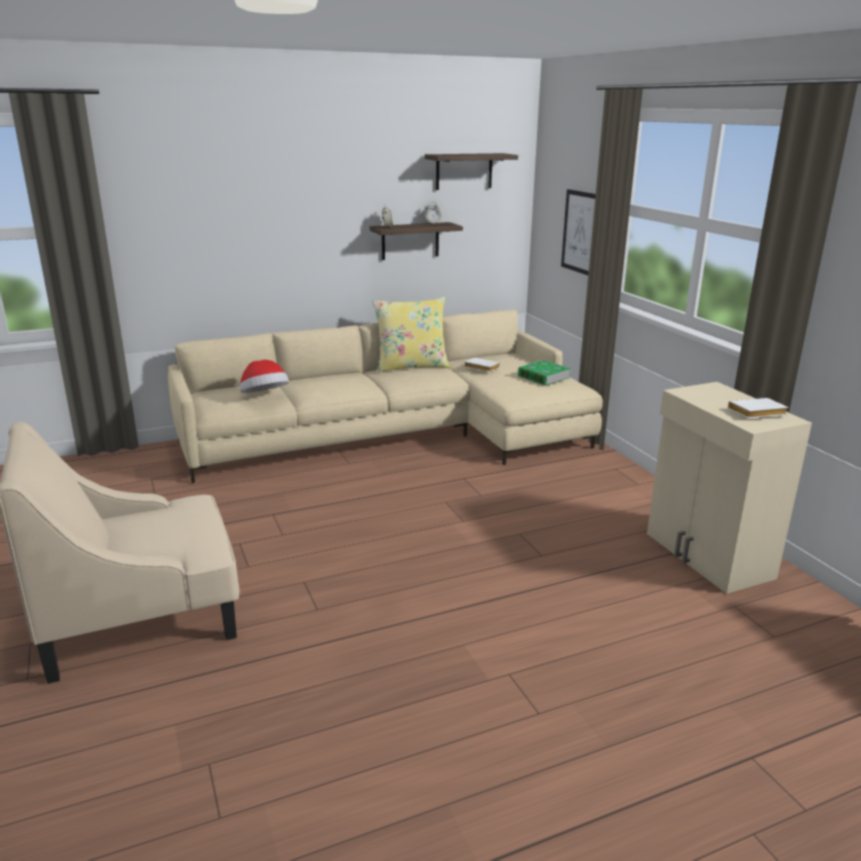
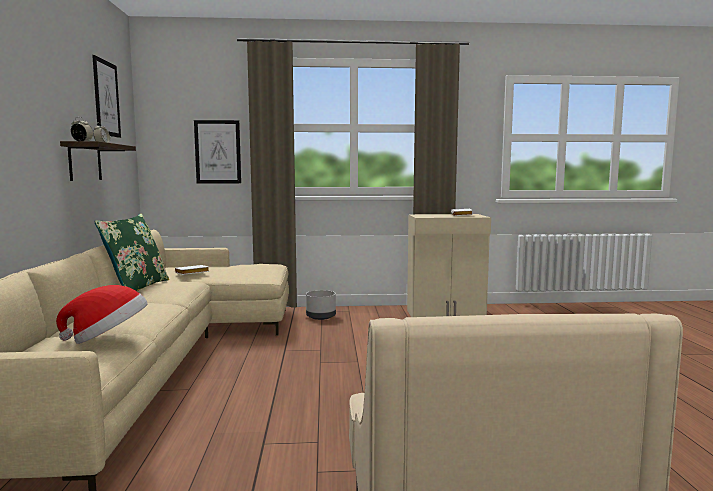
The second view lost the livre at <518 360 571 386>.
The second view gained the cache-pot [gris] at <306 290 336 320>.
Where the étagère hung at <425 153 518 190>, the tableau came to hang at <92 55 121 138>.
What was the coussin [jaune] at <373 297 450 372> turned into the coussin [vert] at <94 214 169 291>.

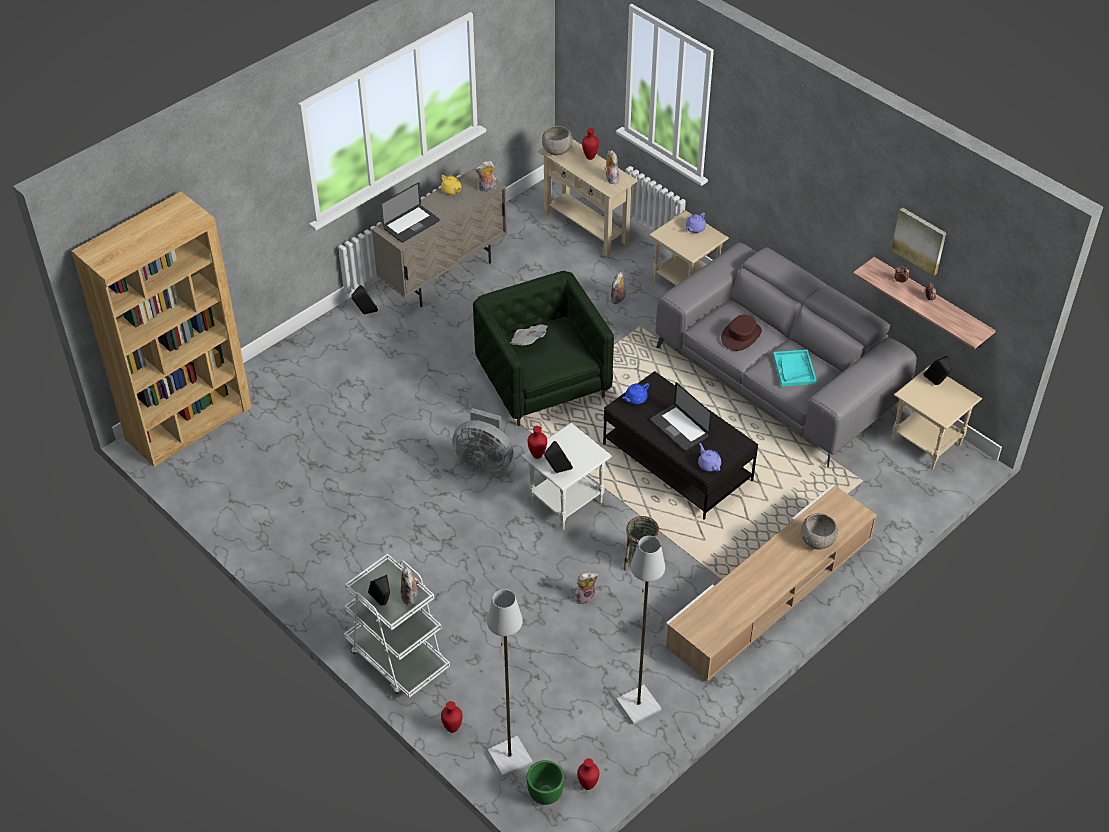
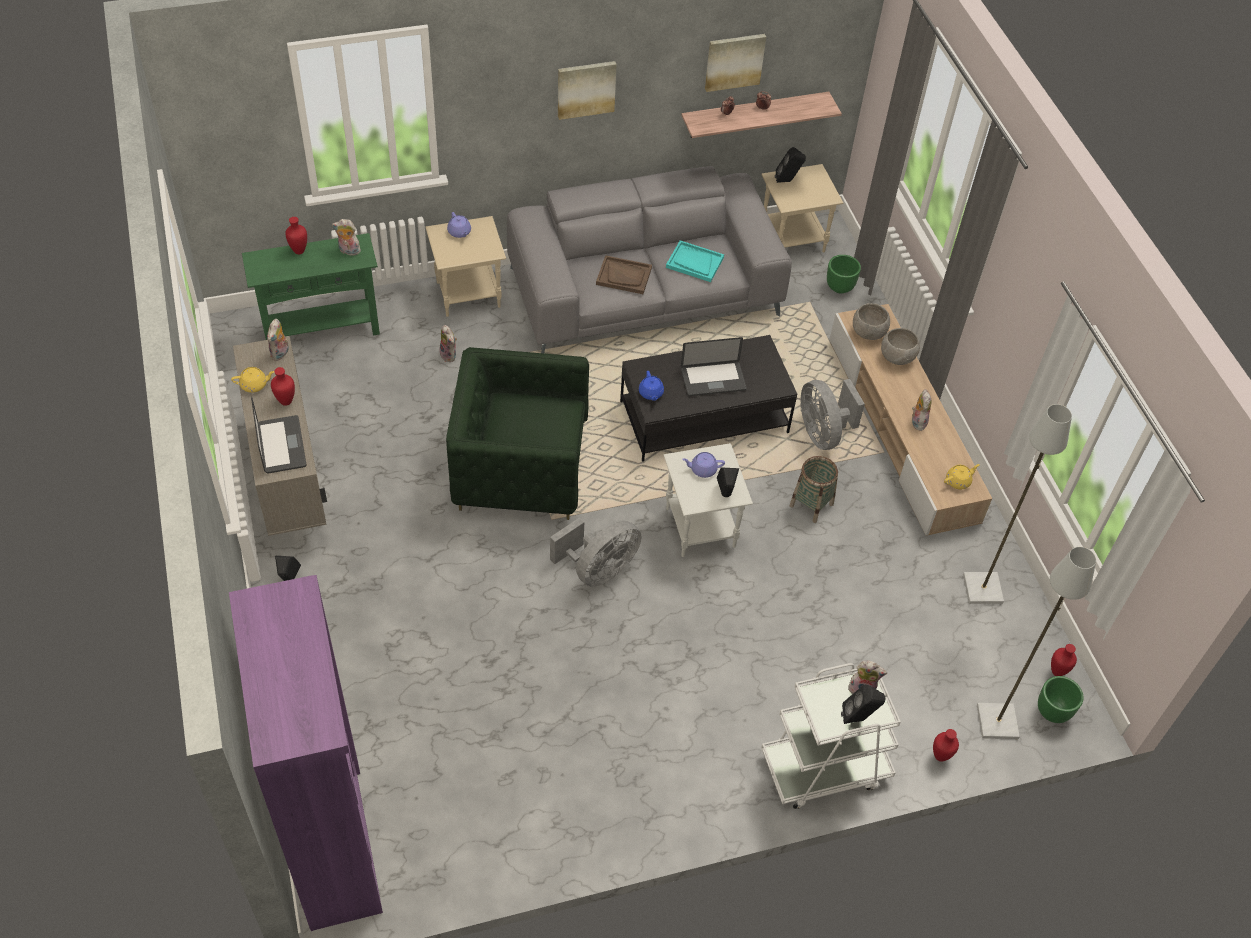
The second view lost the journal at <510 324 548 346>.
The second view gained the tableau at <558 61 617 120>.
The second view gained the ventilateur [gris] at <800 379 865 450>.
The second view gained the cache-pot [vert] at <827 255 861 293>.
The second view gained the théière [jaune] at <944 464 980 489>.
The vase [rouge] ended up elsewhere, having gone from <528 426 547 459> to <271 367 295 406>.
The bol [gris] ended up elsewhere, having gone from <542 126 572 155> to <853 303 890 340>.
The peluche ended up elsewhere, having gone from <575 572 598 605> to <912 389 931 431>.
The théière [violet] ended up elsewhere, having gone from <698 443 721 472> to <682 452 725 478>.
Where the chapeau [marron] stood at <721 315 762 351>, the plateau [marron] came to stand at <596 255 652 294>.
What was the bibliothèque [marron] at <71 192 252 467> turned into the bibliothèque [violet] at <229 575 383 931>.
What was the table console [beige] at <538 139 638 257> turned into the table console [vert] at <242 233 380 340>.

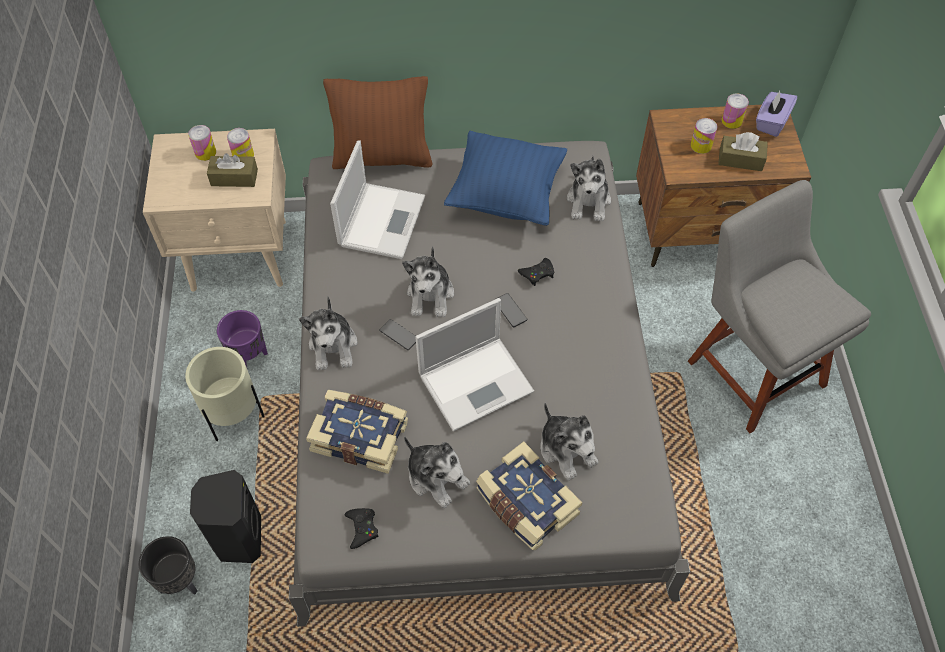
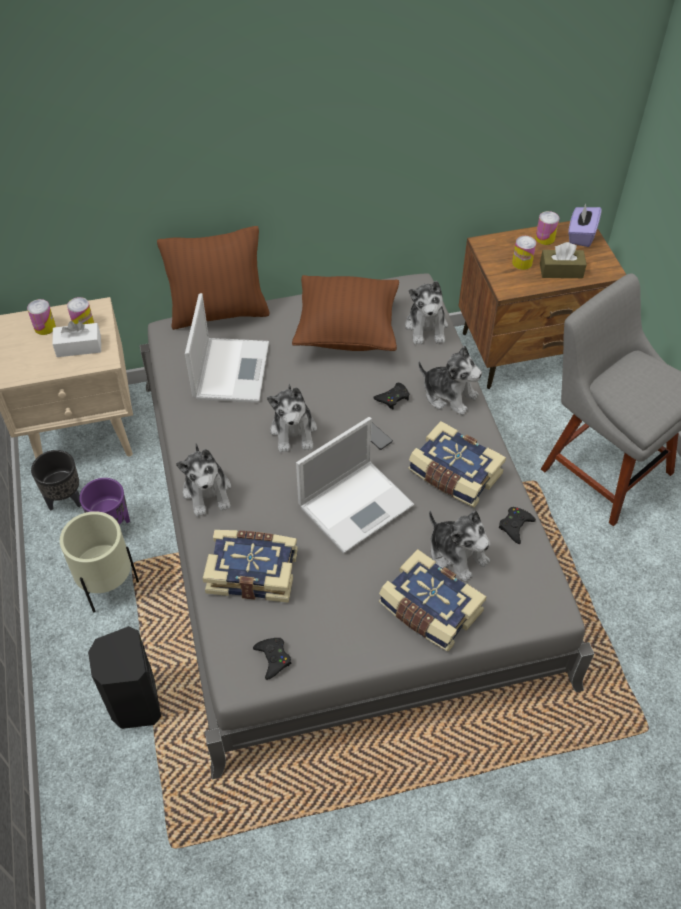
The second view lost the téléphone at <379 319 416 350>.
The second view gained the livre at <408 421 506 508>.
The second view gained the manette [noir] at <499 507 536 544>.
The cache-pot [noir] ended up elsewhere, having gone from <139 536 198 595> to <31 450 81 511>.
The peluche ended up elsewhere, having gone from <404 436 470 508> to <418 345 482 415>.
What was the boîte à mouchoirs [marron] at <207 153 258 187> turned into the boîte à mouchoirs [blanc] at <52 321 101 357>.
What was the coussin [bleu] at <444 131 567 226> turned into the coussin [marron] at <292 275 399 351>.

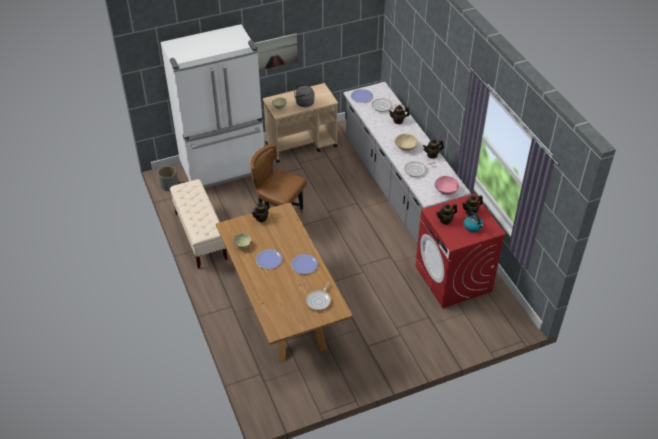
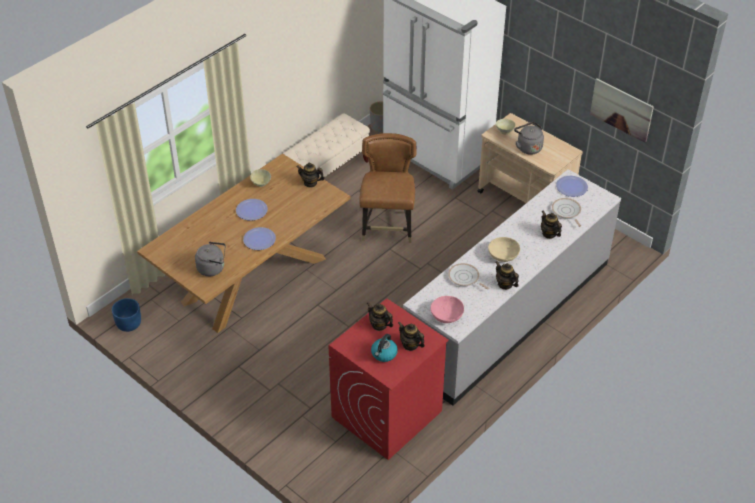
The second view gained the cache-pot [bleu] at <112 298 141 332>.
The tableau ended up elsewhere, having gone from <255 33 298 70> to <590 78 654 143>.
Where the poêle stood at <306 281 331 310>, the bouilloire [gris] came to stand at <195 242 226 276>.

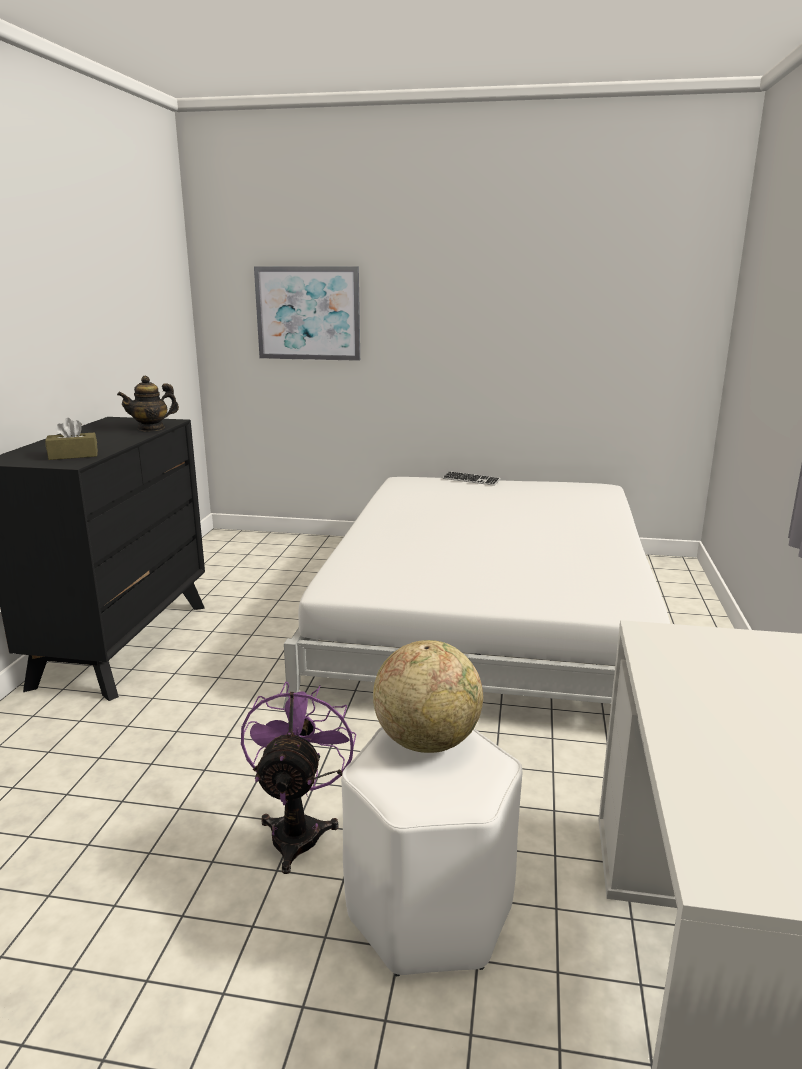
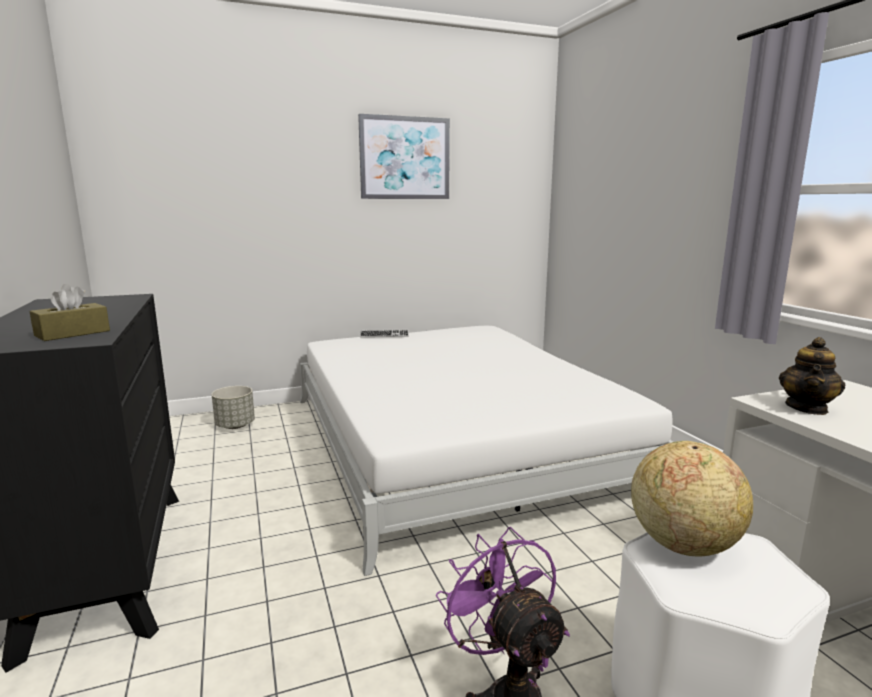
The second view gained the cache-pot [gris] at <212 386 255 429>.
The théière ended up elsewhere, having gone from <117 376 179 431> to <779 337 846 415>.
The tableau ended up elsewhere, having gone from <254 266 360 361> to <358 114 450 199>.

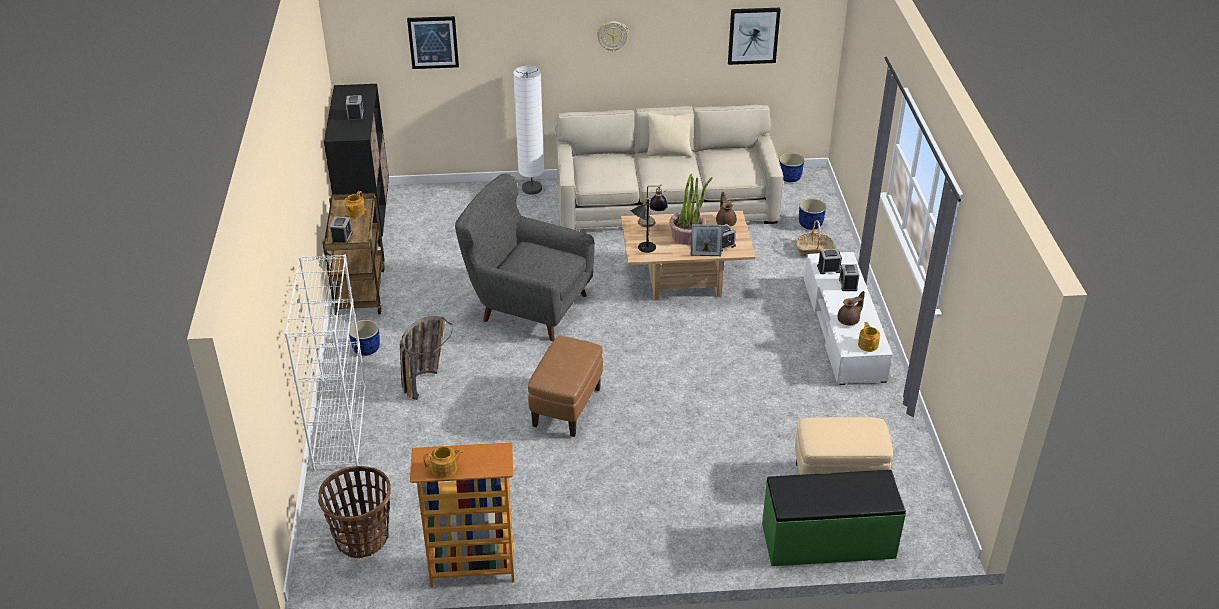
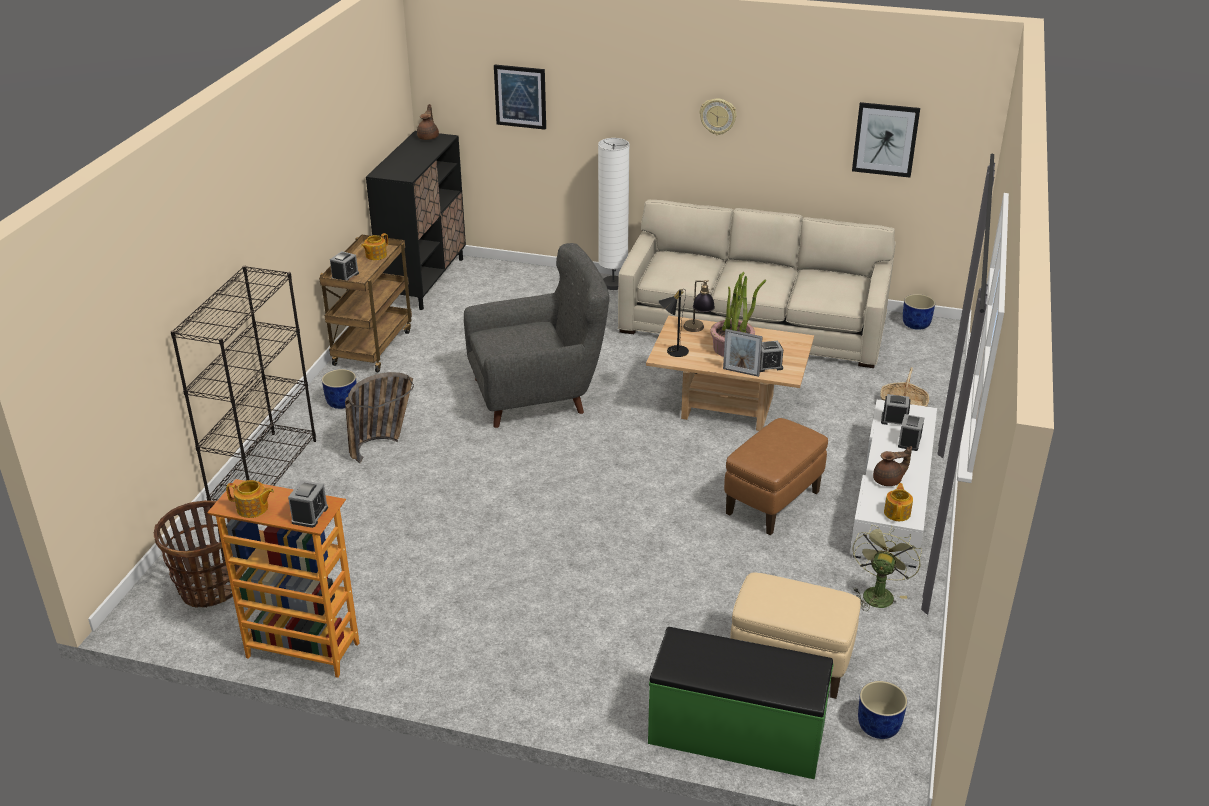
The second view lost the coussin [beige] at <647 113 694 157>.
The second view gained the ventilateur [vert] at <852 525 922 611>.
The réveil ended up elsewhere, having gone from <346 95 364 121> to <288 480 328 528>.
The pouf [marron] ended up elsewhere, having gone from <528 336 603 437> to <724 418 828 535>.
The théière [marron] ended up elsewhere, having gone from <716 192 737 226> to <417 104 439 140>.
The cache-pot [bleu] ended up elsewhere, having gone from <799 199 826 230> to <858 681 907 739>.
What was the bibliothèque [blanc] at <284 254 367 471> turned into the bibliothèque [noir] at <171 266 316 508>.
The fauteuil [gris] at <455 174 595 341> ended up facing another way, 120 degrees clockwise from before.

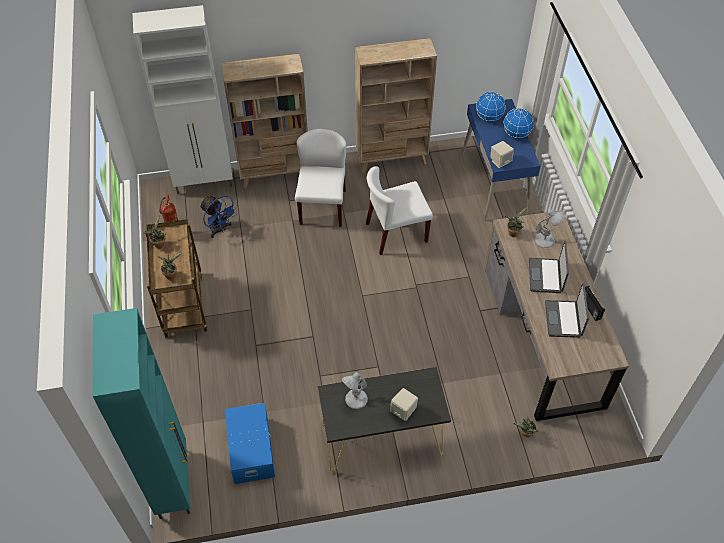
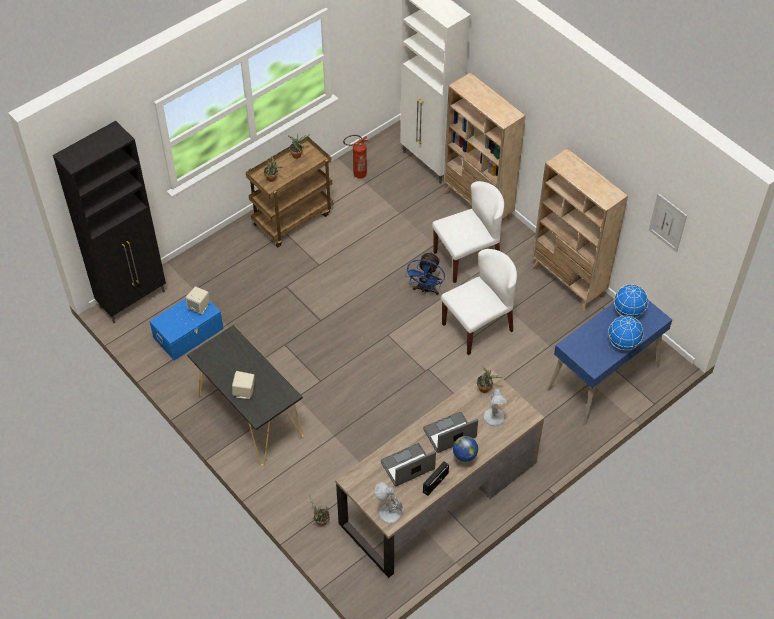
The second view gained the globe at <453 436 478 463>.
The second view gained the tableau at <649 193 687 252>.
The ventilateur [bleu] ended up elsewhere, having gone from <200 196 238 238> to <405 252 445 295>.
The lampe de table [blanc] ended up elsewhere, having gone from <342 372 368 409> to <375 482 403 523>.
The enceinte [beige] ended up elsewhere, having gone from <490 141 514 168> to <186 286 210 314>.
What was the meuble de rangement [turquoise] at <93 308 190 519> turned into the meuble de rangement [noir] at <53 121 166 323>.
The chaise [blanc] at <366 166 433 255> ended up facing another way, 105 degrees clockwise from before.

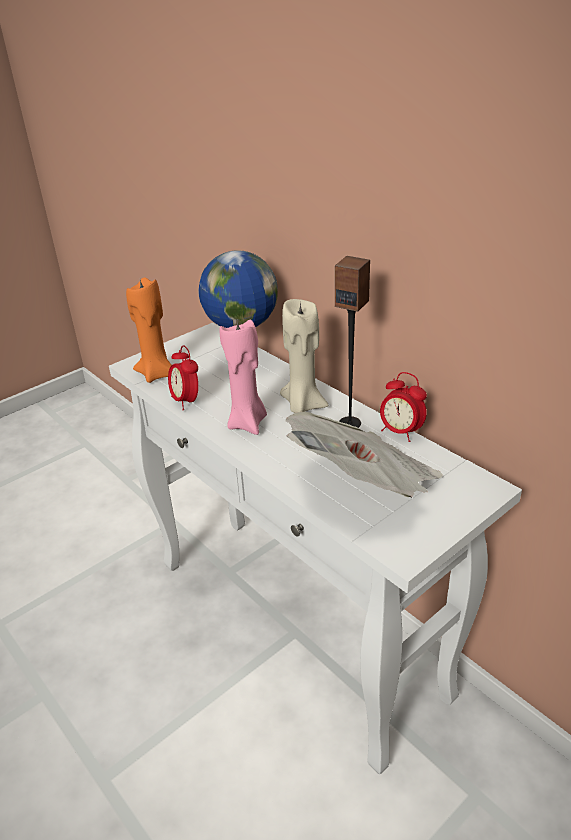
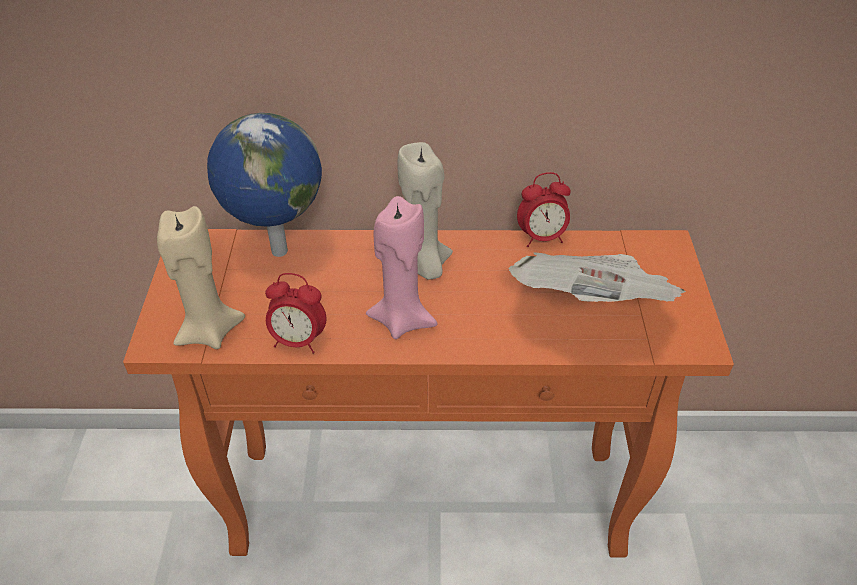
The second view lost the enceinte at <335 256 370 428>.
What was the table console [blanc] at <109 323 522 774> turned into the table console [orange] at <123 229 734 558>.
What was the bougie [orange] at <126 277 172 383> turned into the bougie [beige] at <157 206 245 349>.

